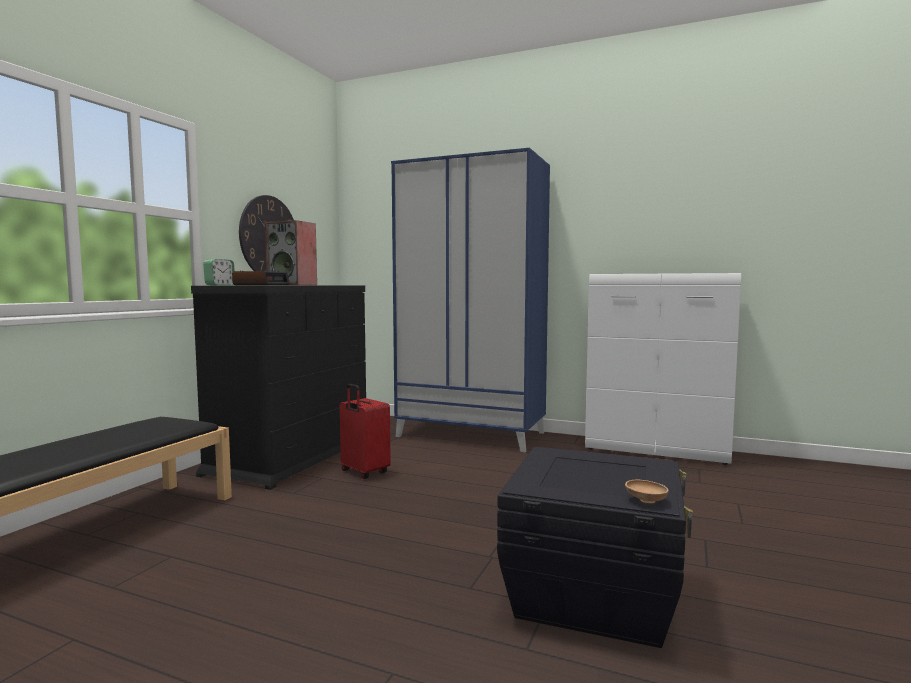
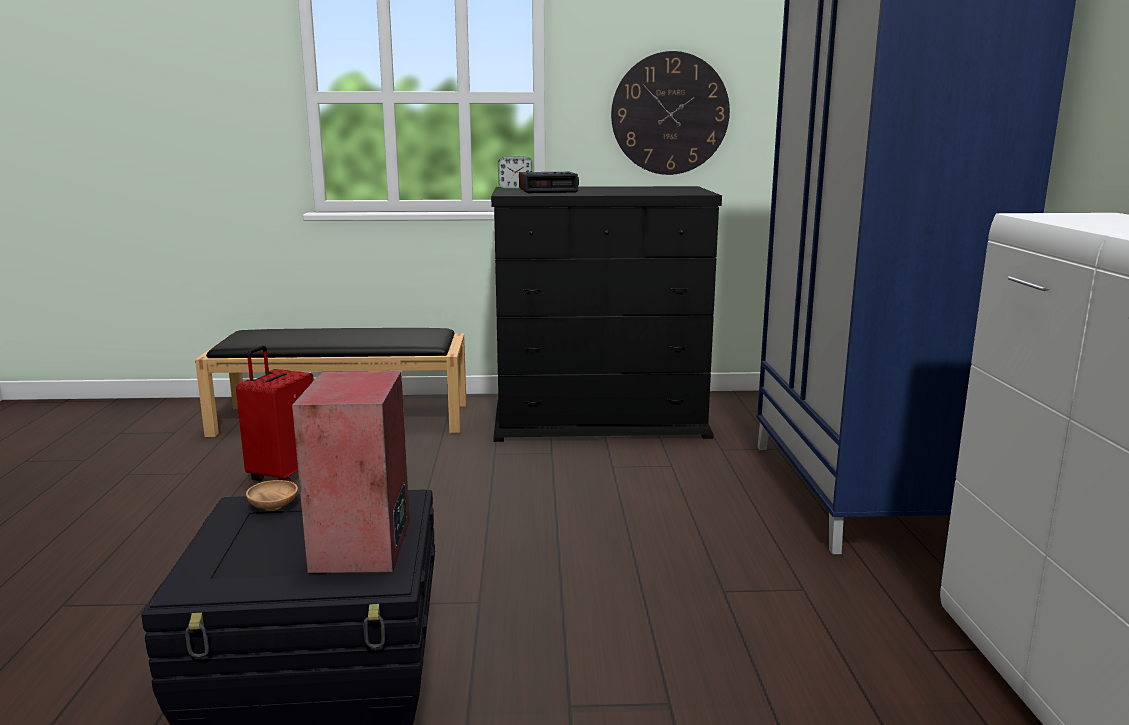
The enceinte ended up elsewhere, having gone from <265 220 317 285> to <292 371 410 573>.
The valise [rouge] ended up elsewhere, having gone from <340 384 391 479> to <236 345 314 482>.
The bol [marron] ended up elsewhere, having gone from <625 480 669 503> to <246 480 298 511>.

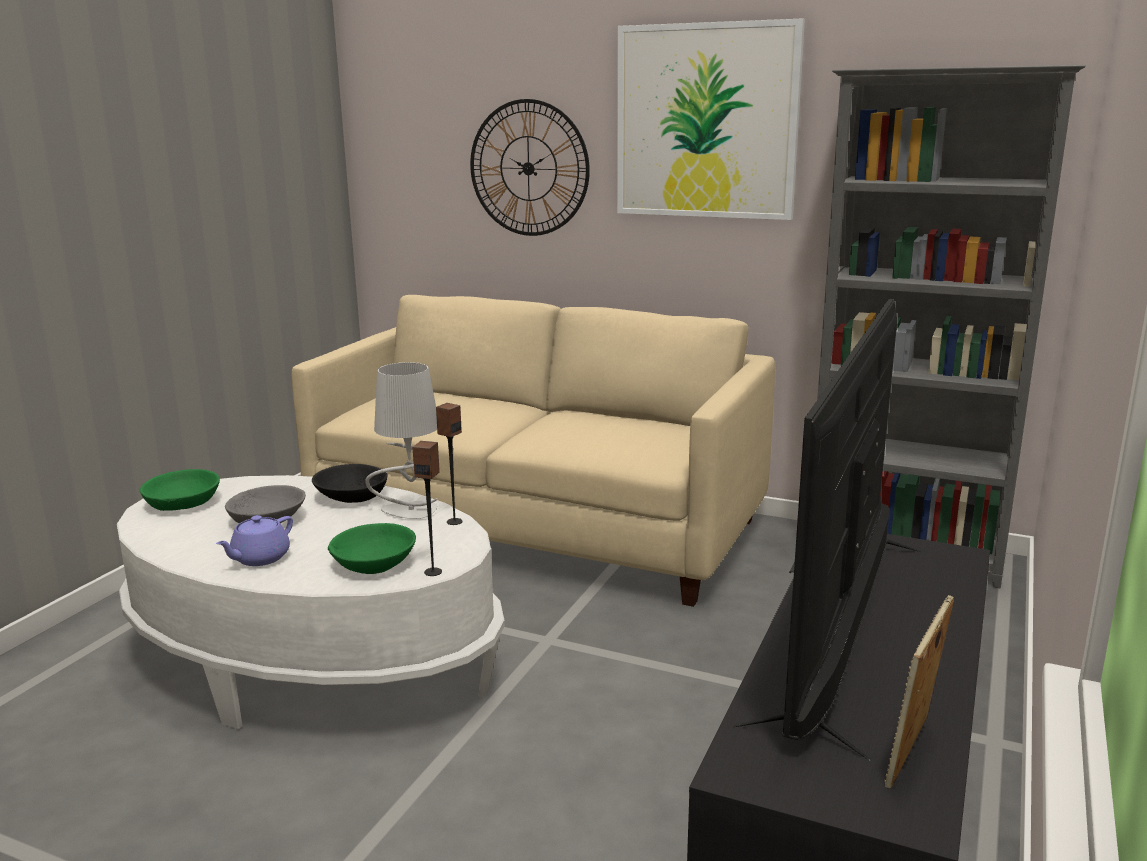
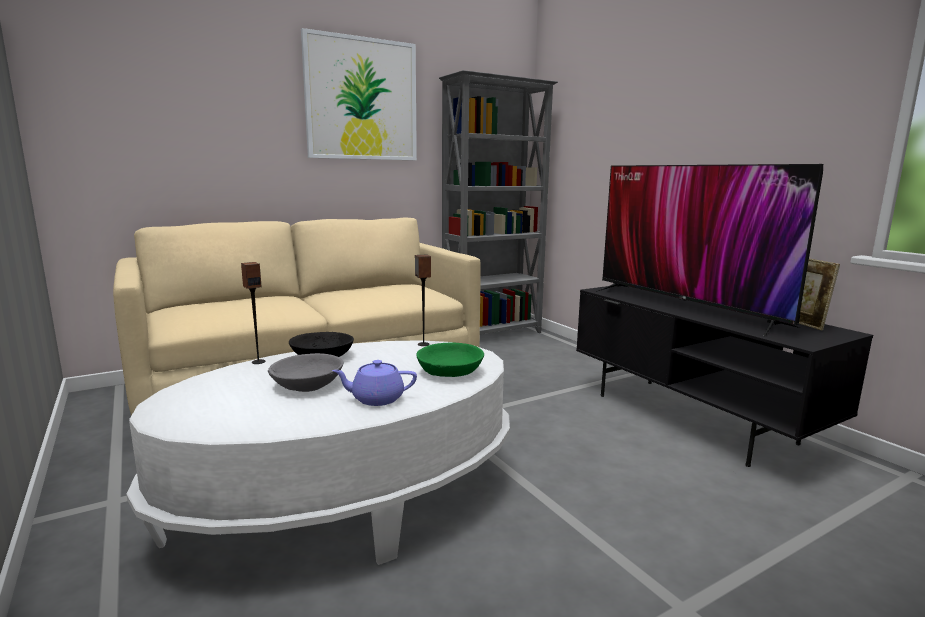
The second view lost the bol [vert] at <140 469 220 511>.
The second view lost the lampe de table [gris] at <365 362 438 519>.
The second view lost the horloge murale at <470 99 590 236>.
The enceinte ended up elsewhere, having gone from <413 441 442 576> to <241 262 265 364>.
The théière [violet] at <216 515 293 566> ended up facing another way, 105 degrees clockwise from before.

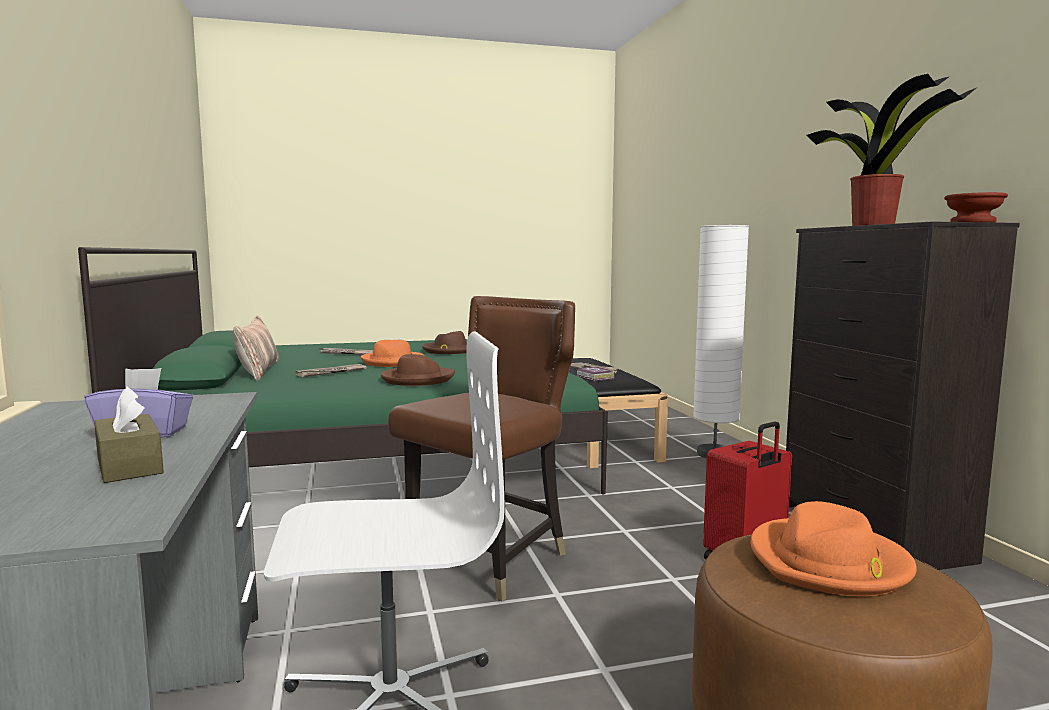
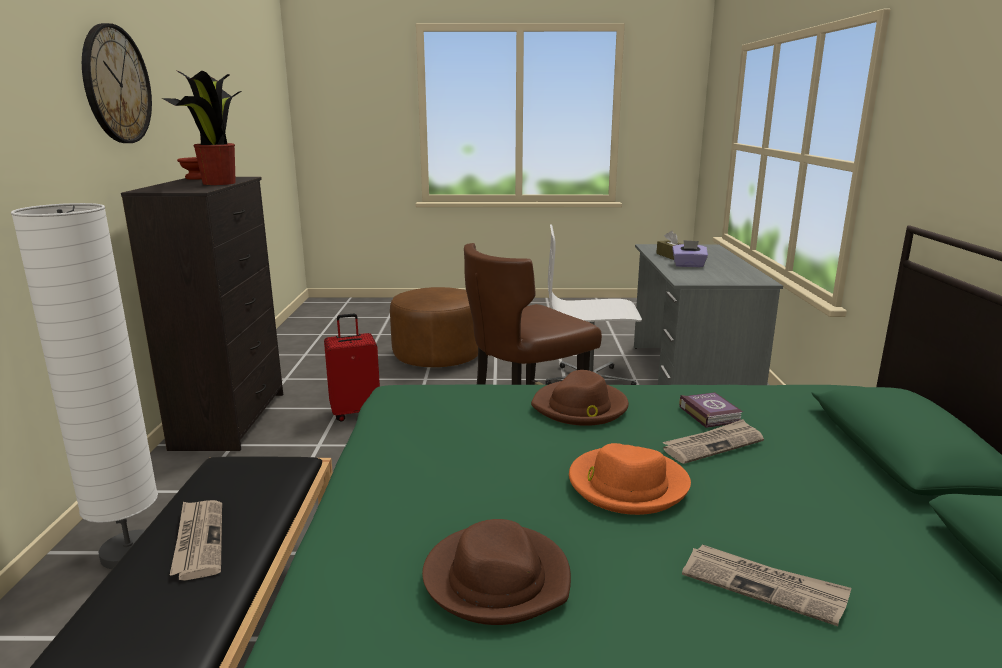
The second view lost the coussin at <233 316 279 381>.
The second view lost the chapeau [orange] at <751 501 917 596>.
The second view gained the horloge murale at <82 23 152 143>.
The livre ended up elsewhere, having gone from <576 367 615 382> to <679 392 743 428>.

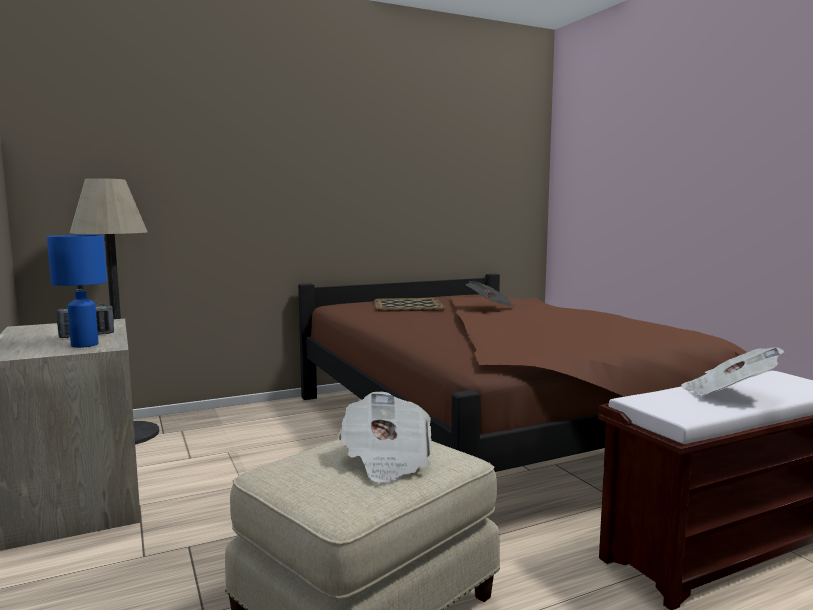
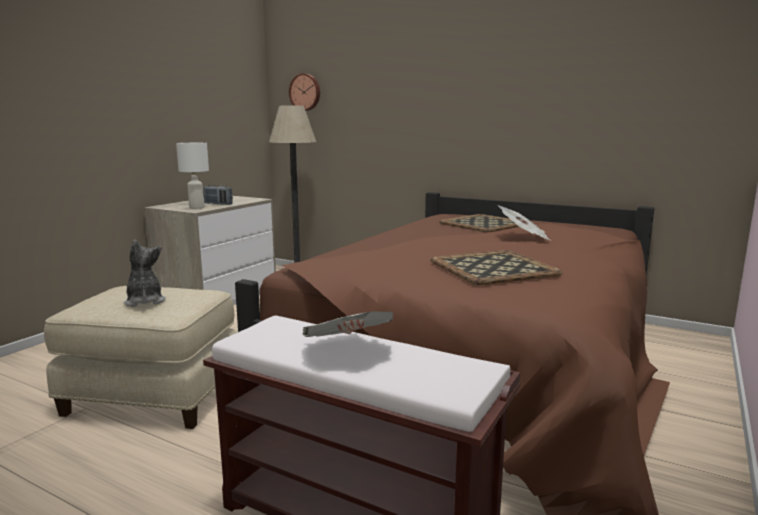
The second view gained the horloge murale at <289 74 320 111>.
The second view gained the plateau at <431 250 562 285>.
Where the journal stood at <339 392 432 483>, the peluche came to stand at <124 240 166 307>.
What was the lampe de table [bleu] at <47 235 107 348> turned into the lampe de table [blanc] at <176 143 209 209>.

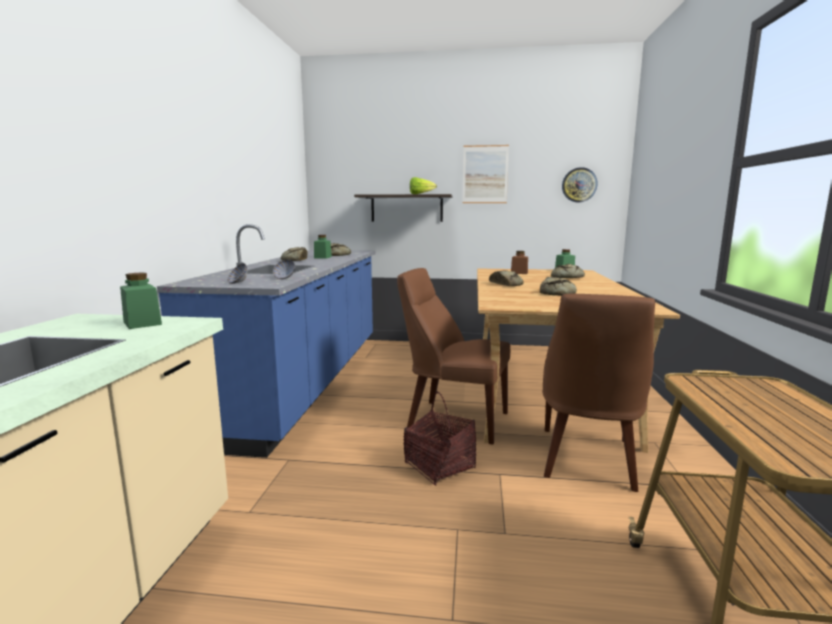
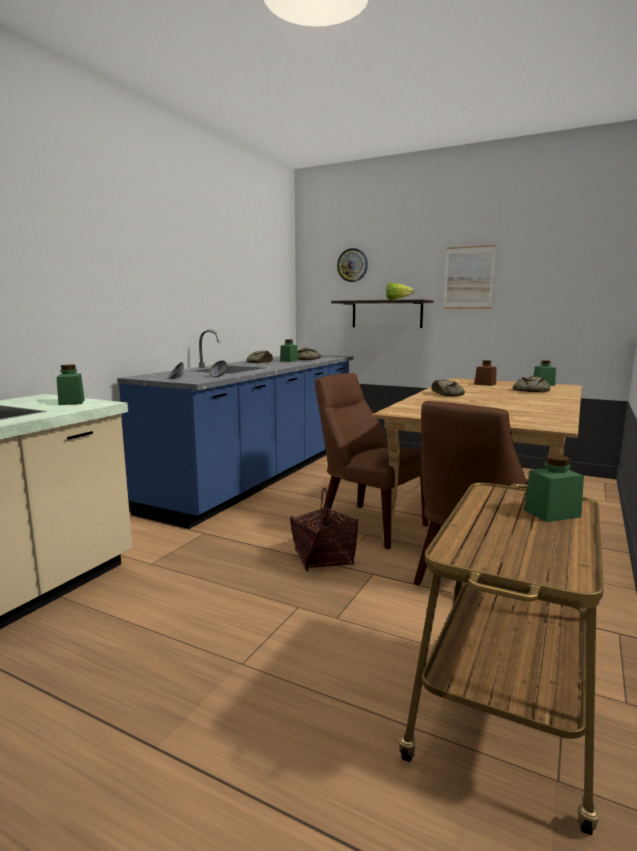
The second view lost the pain at <540 277 577 296>.
The second view gained the bocal [vert] at <524 455 584 522>.
The horloge murale ended up elsewhere, having gone from <562 167 597 202> to <337 248 368 282>.

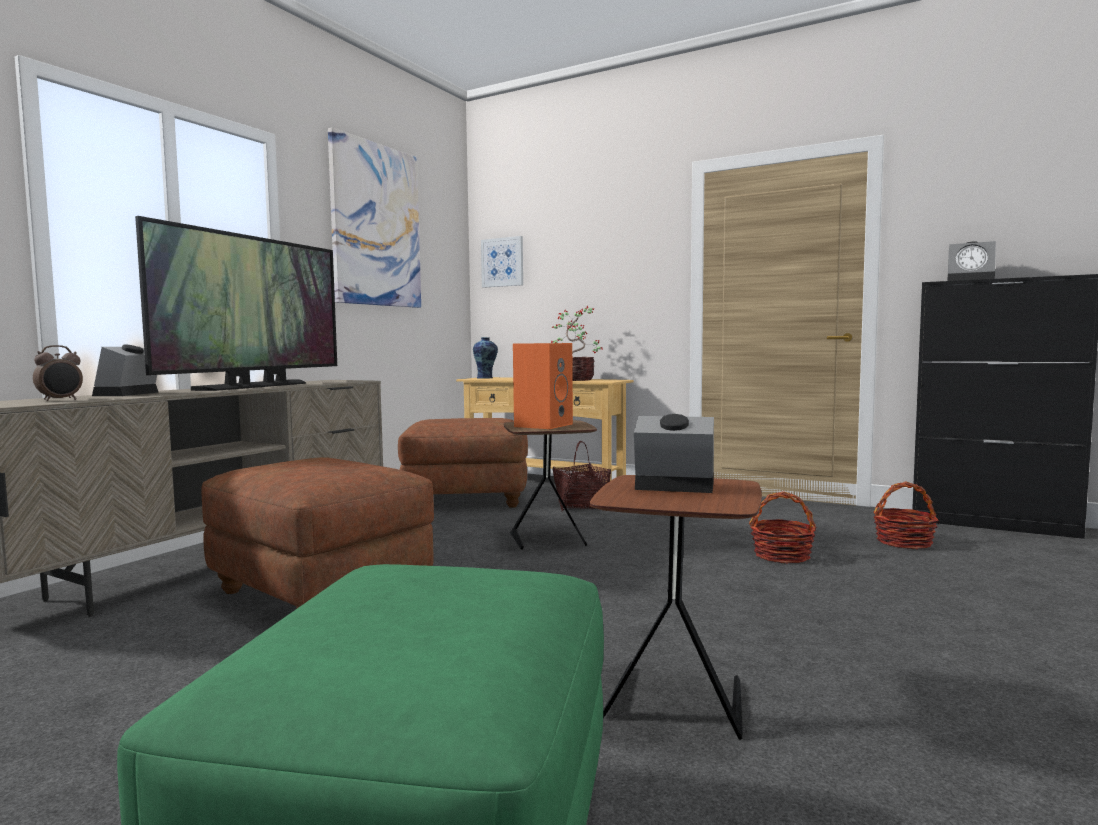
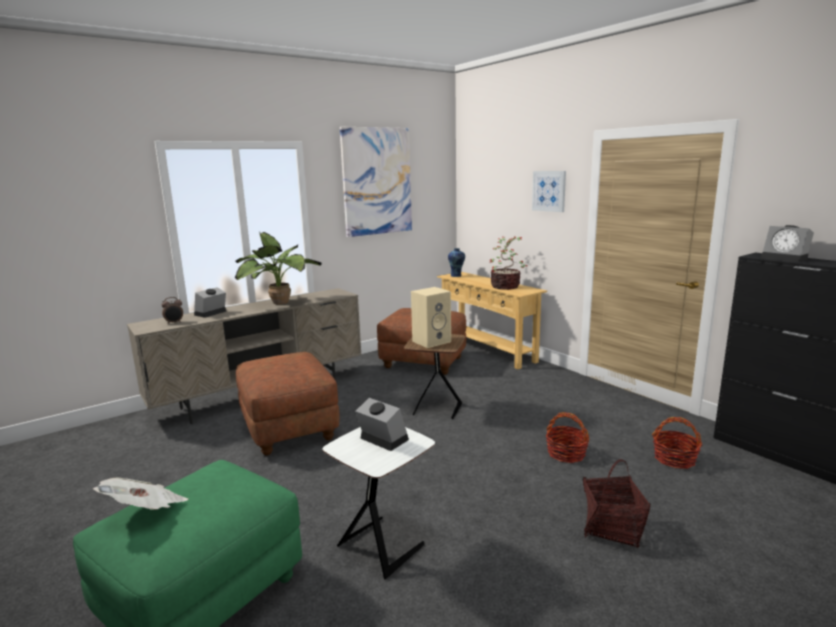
The second view gained the journal at <93 477 188 510>.
The tableau ended up elsewhere, having gone from <481 236 523 288> to <532 171 566 212>.
The panier ended up elsewhere, having gone from <553 441 611 512> to <582 459 651 548>.
Where the téléviseur stood at <135 216 337 391>, the plante en pot came to stand at <235 231 322 304>.
What was the enceinte [orange] at <513 343 573 429> turned into the enceinte [beige] at <411 287 451 348>.
What was the table d'appoint [marron] at <590 475 762 740> turned into the table d'appoint [blanc] at <323 427 435 579>.

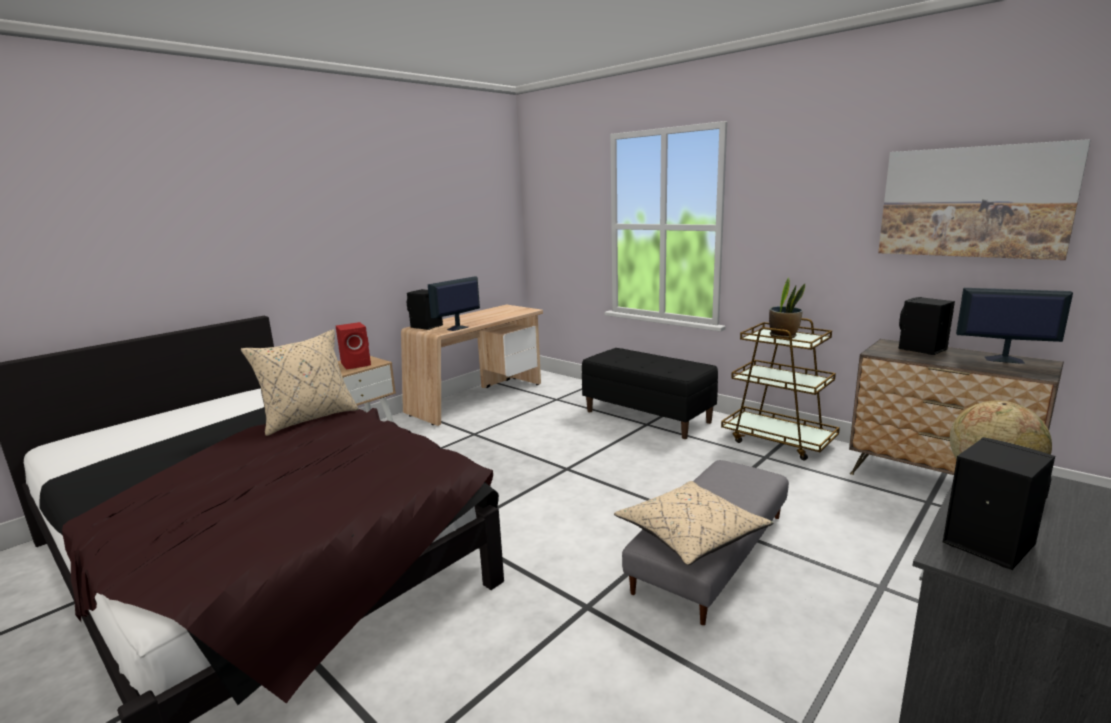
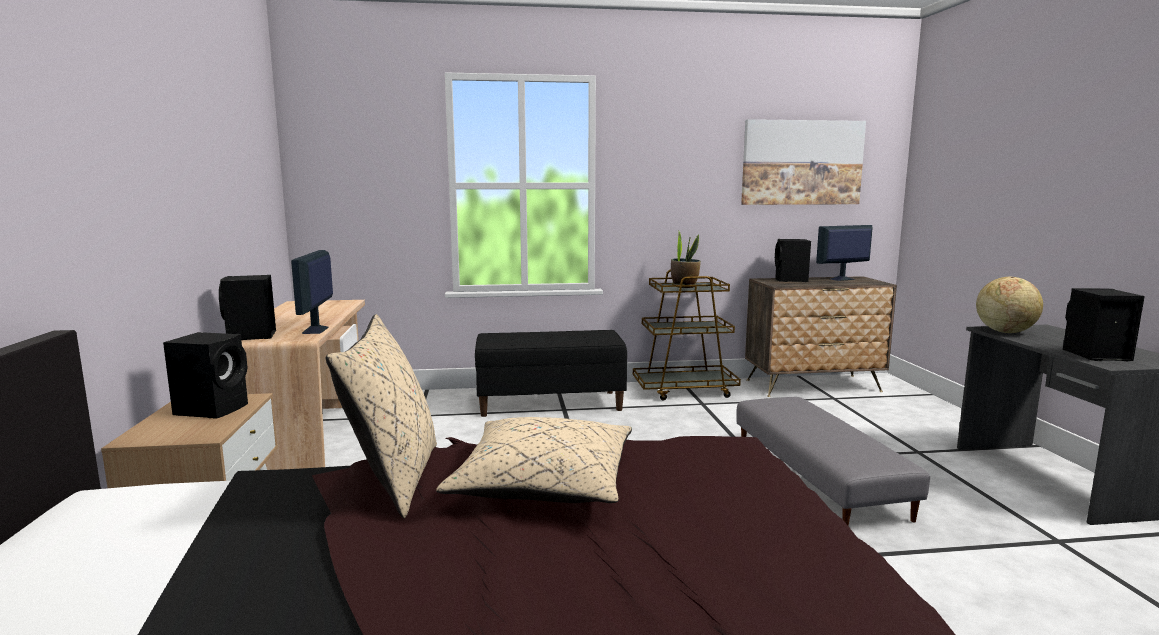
The coussin [beige] ended up elsewhere, having gone from <614 481 774 565> to <436 417 632 503>.
What was the enceinte [rouge] at <336 322 371 369> turned into the enceinte [noir] at <163 332 248 419>.

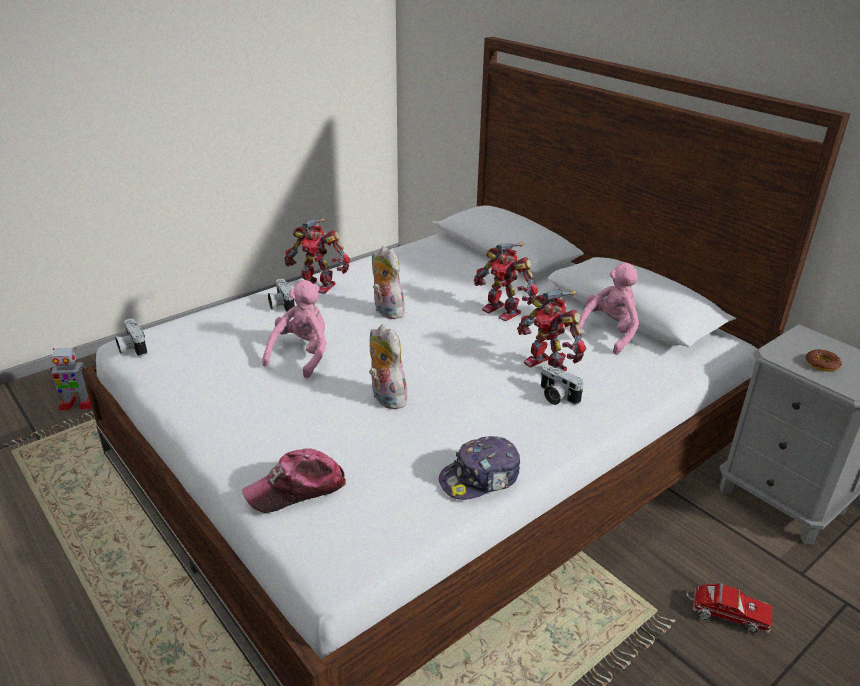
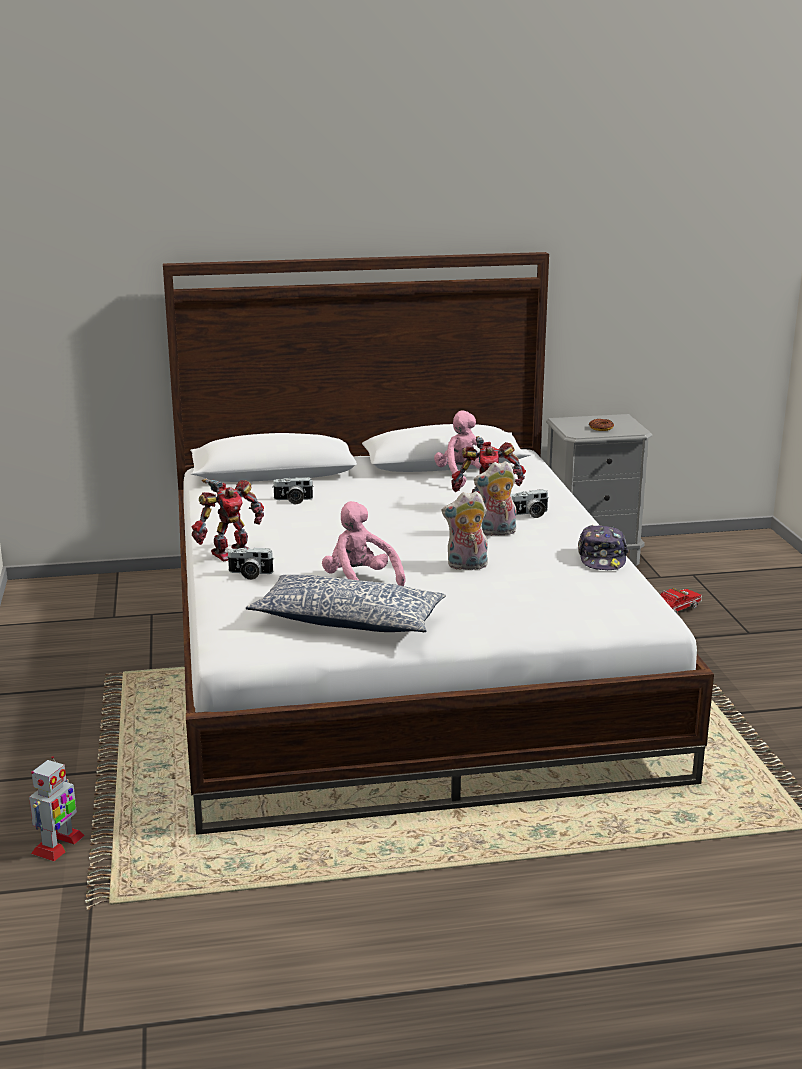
The second view lost the casquette at <242 448 346 513>.
The second view lost the robot jouet at <474 242 538 321>.
The second view gained the coussin at <246 575 446 632>.
The appareil photo ended up elsewhere, having gone from <115 319 147 356> to <273 477 314 504>.
The peluche ended up elsewhere, having gone from <372 246 405 319> to <474 461 516 536>.

